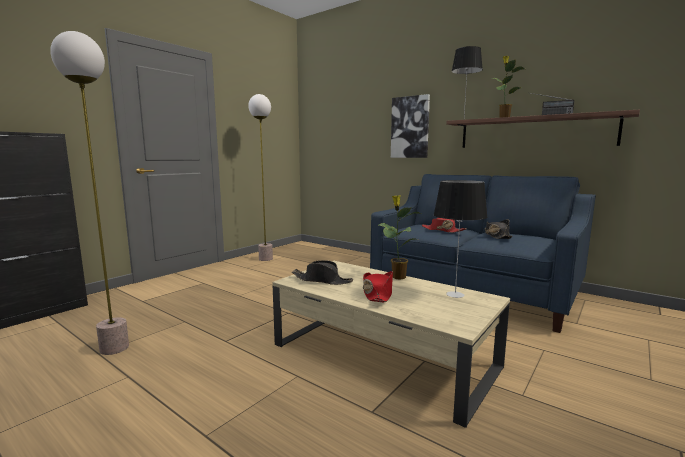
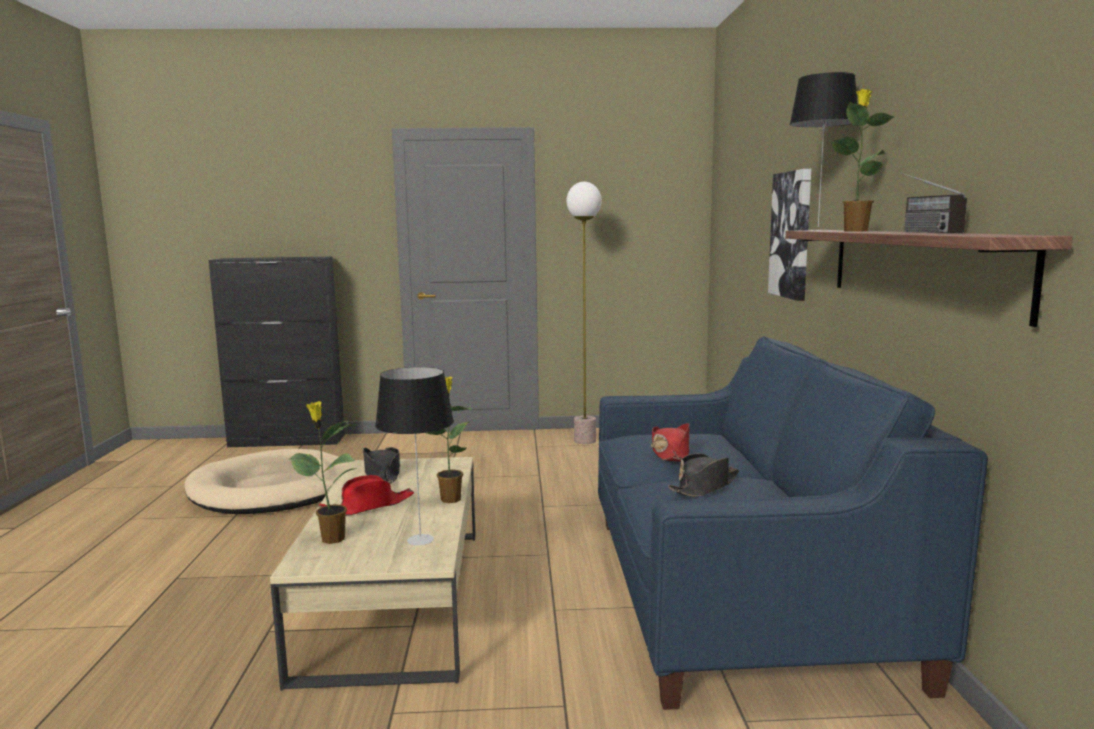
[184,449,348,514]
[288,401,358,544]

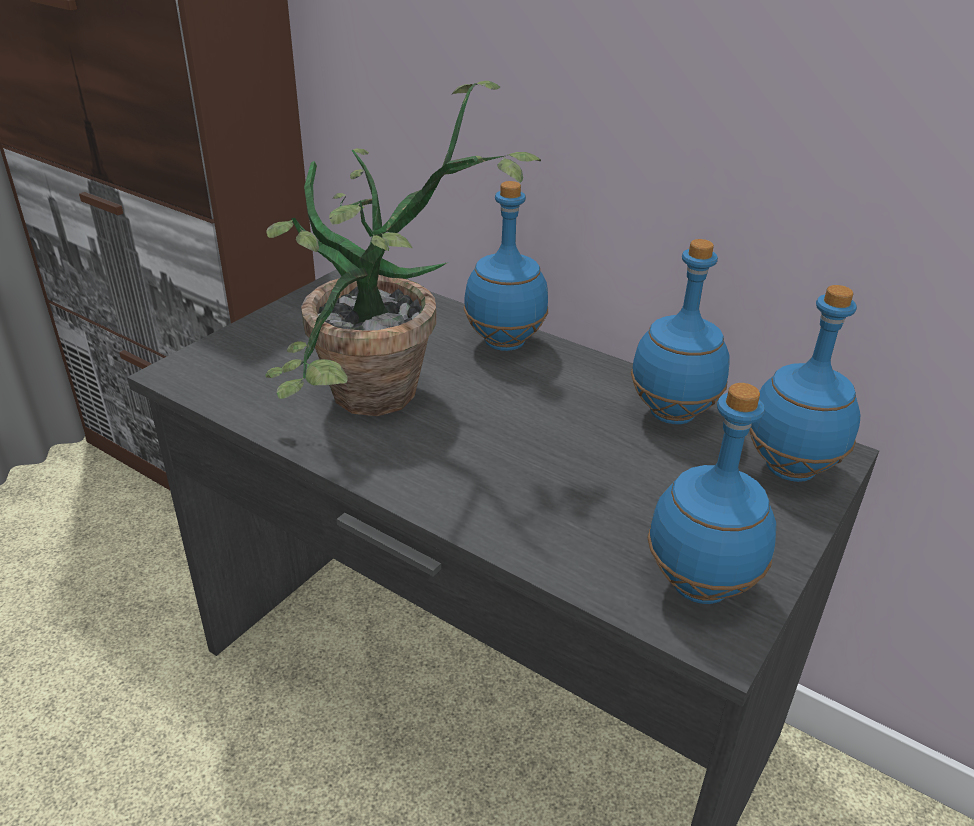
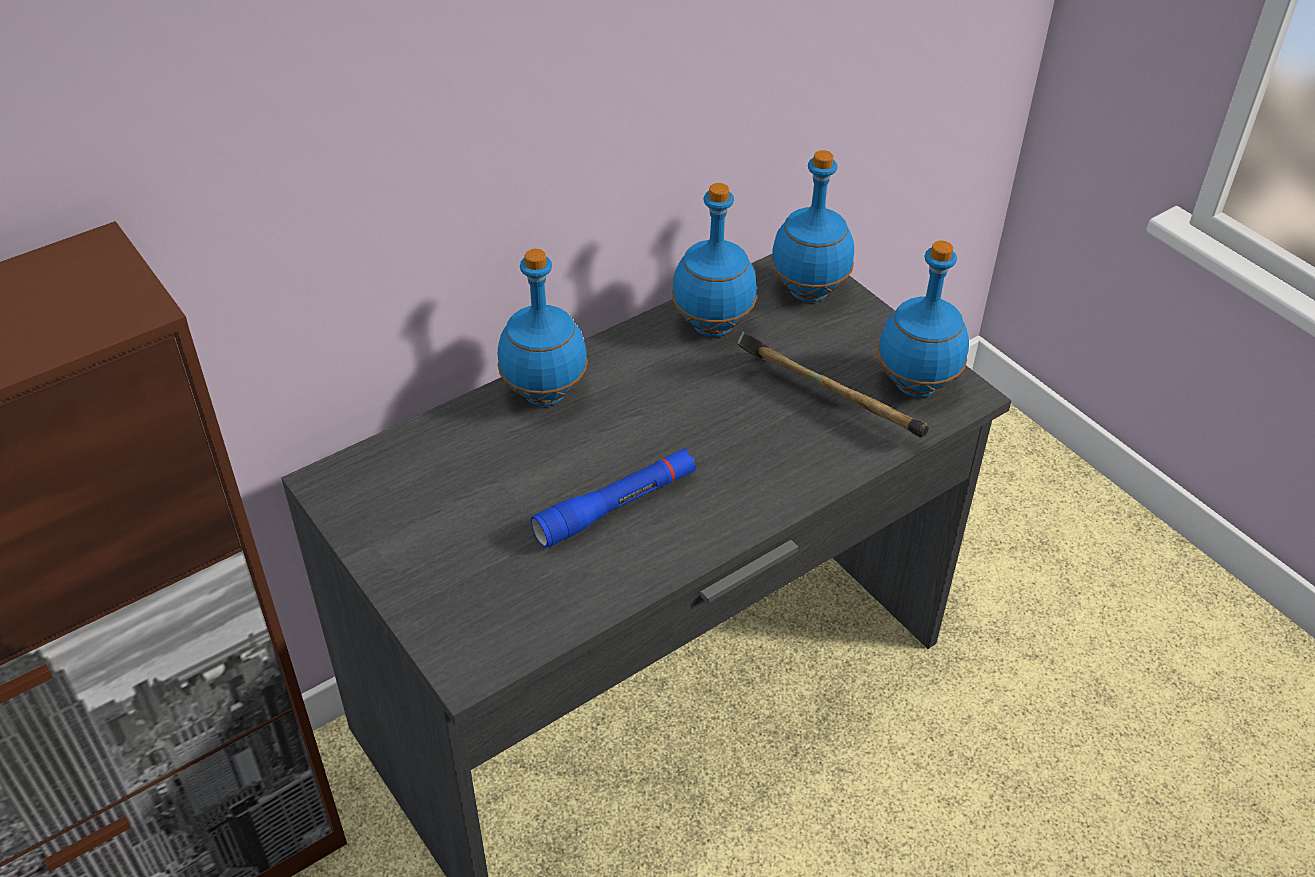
[530,449,696,548]
[737,331,929,437]

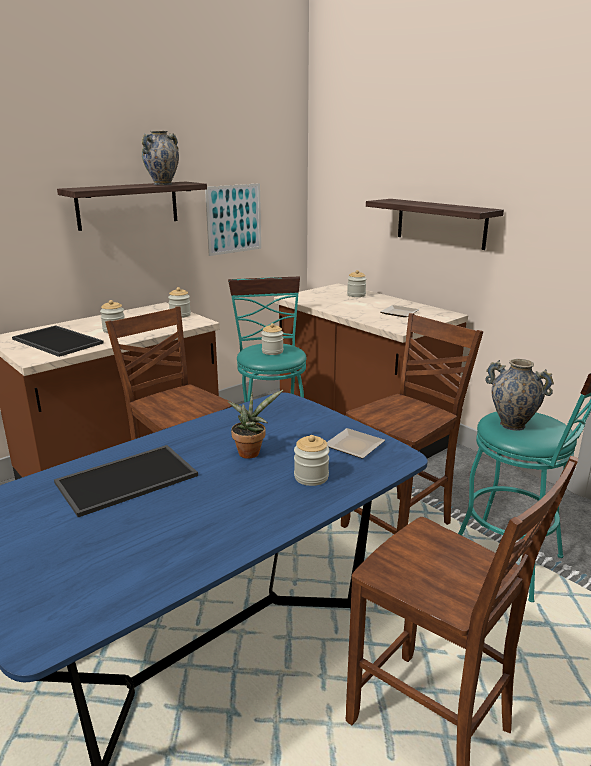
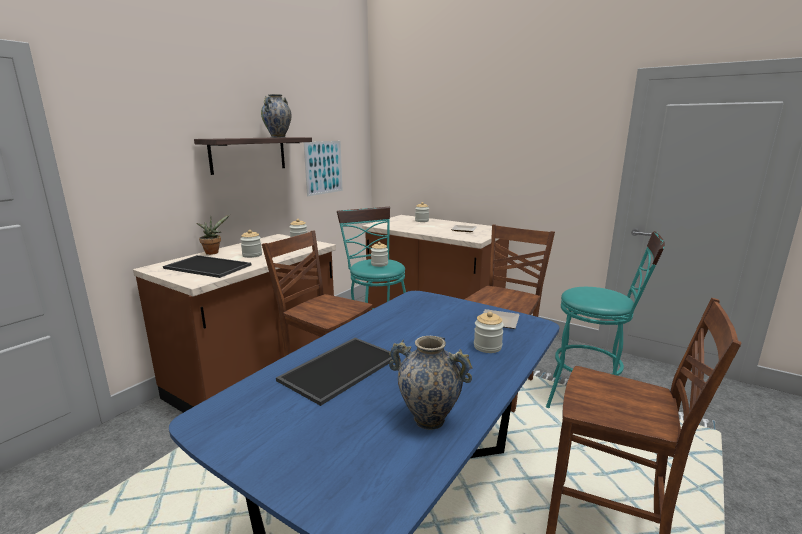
[196,215,230,255]
[366,199,504,250] (first image)
[389,336,473,430]

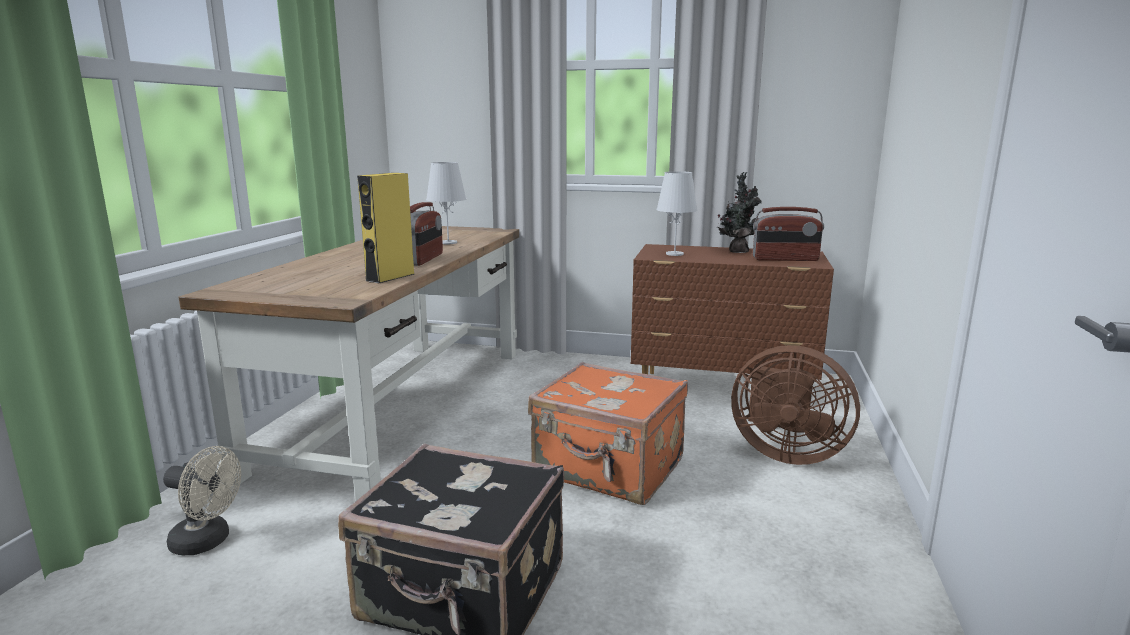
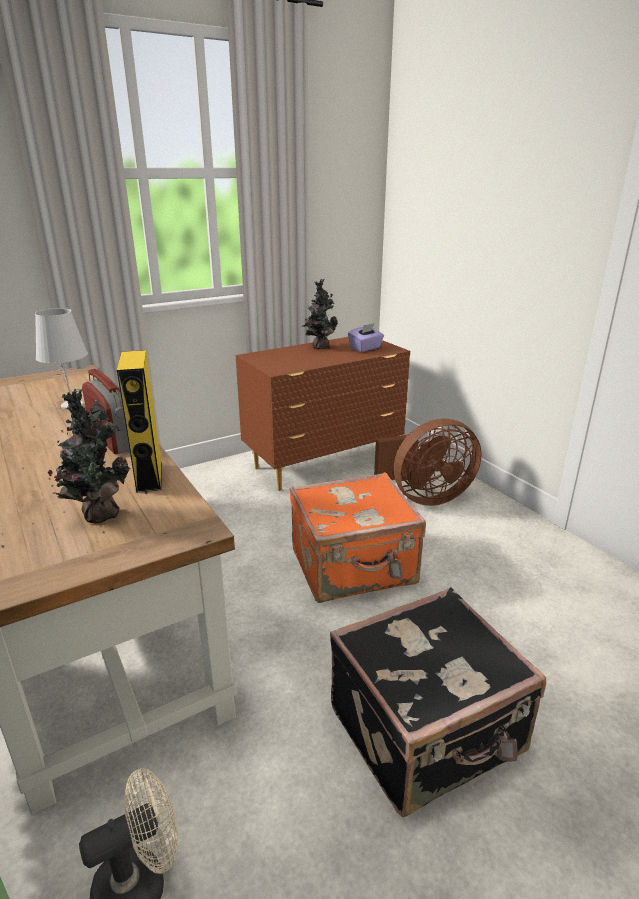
[656,171,697,256] (first image)
[348,323,384,352]
[48,388,130,524]

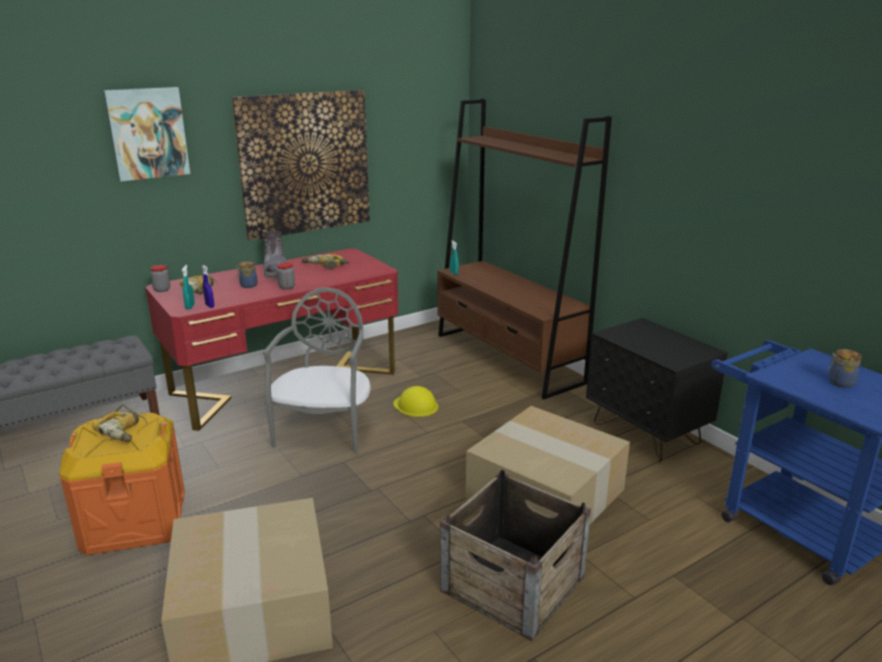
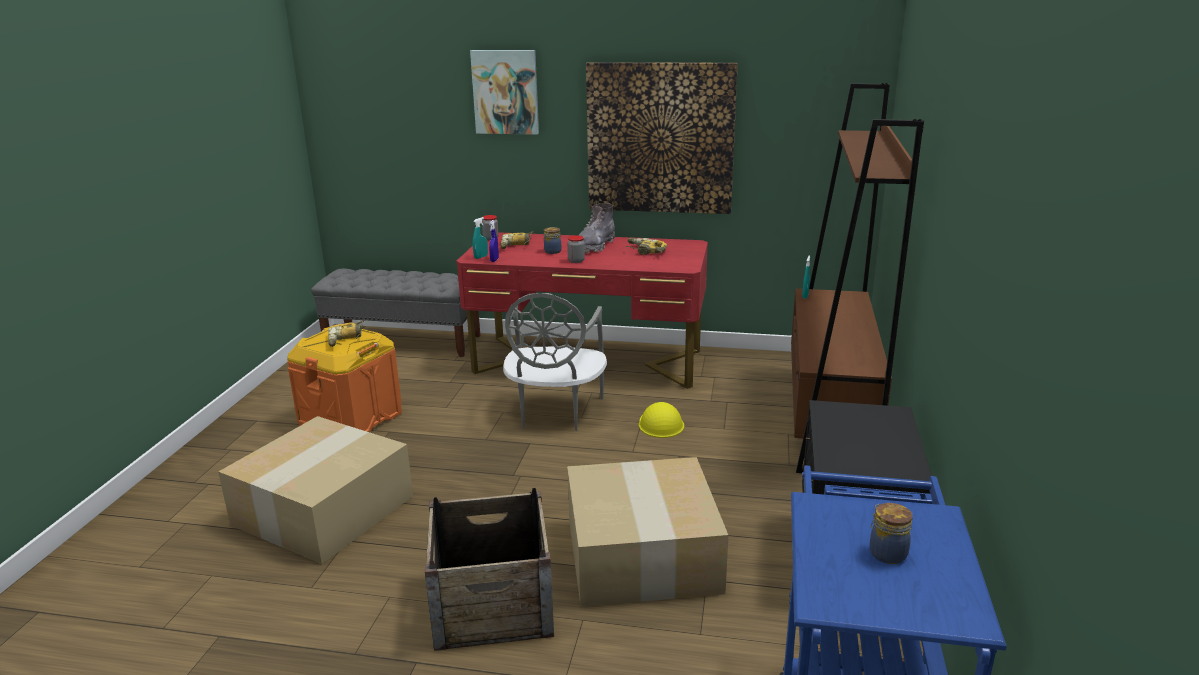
[503,293,607,431]

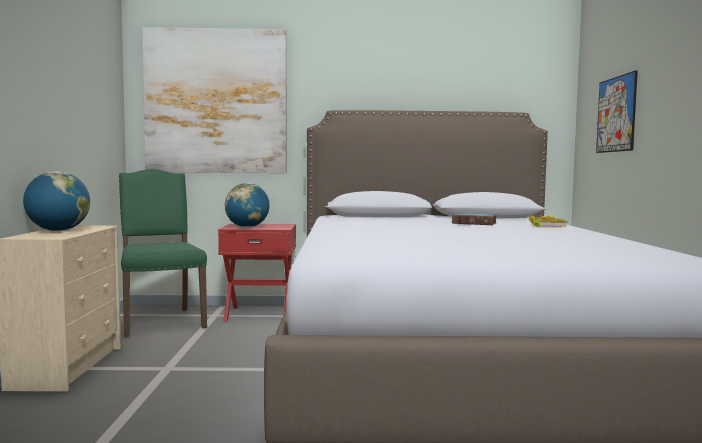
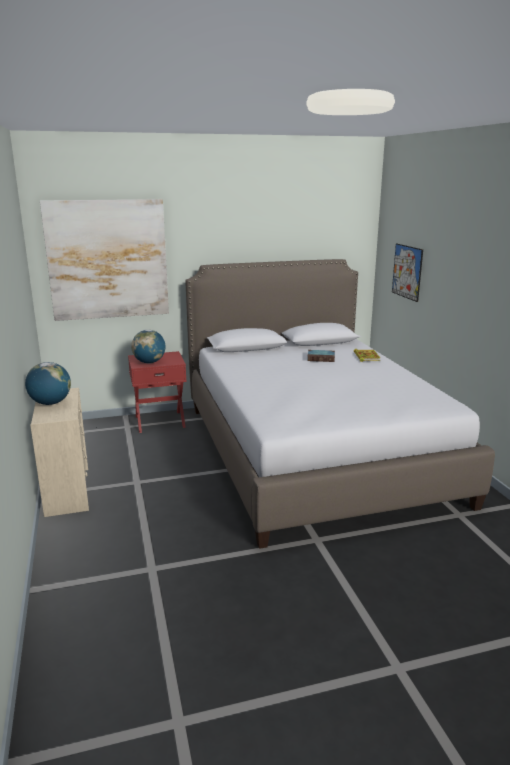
[119,169,207,337] (first image)

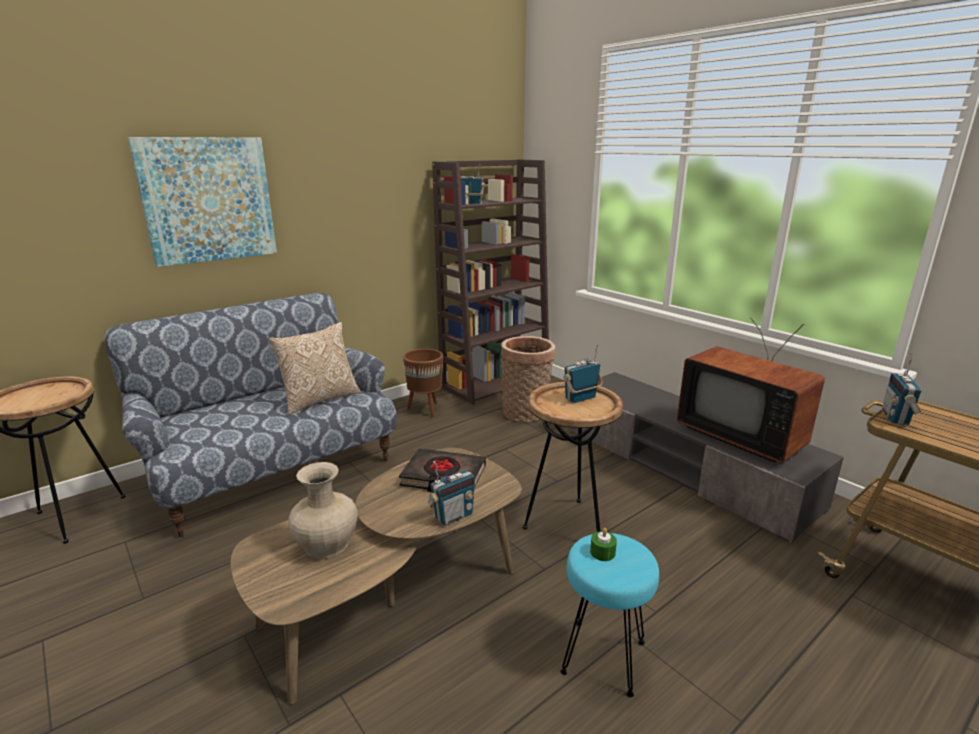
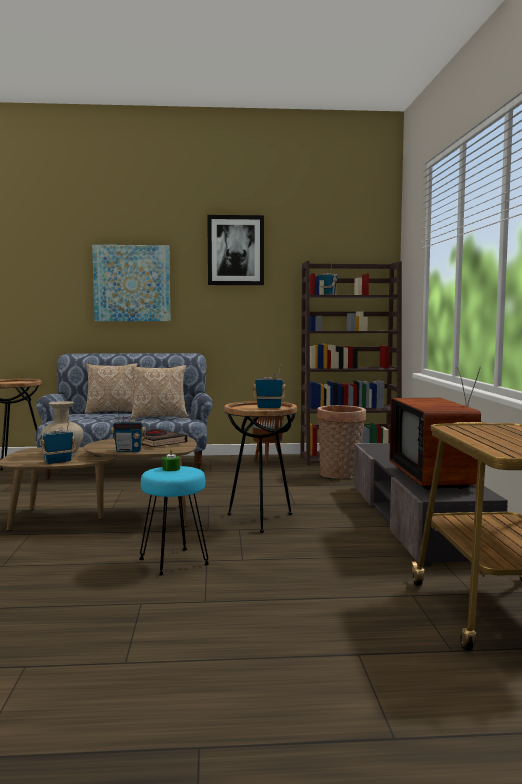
[39,416,76,464]
[84,363,137,414]
[207,215,264,285]

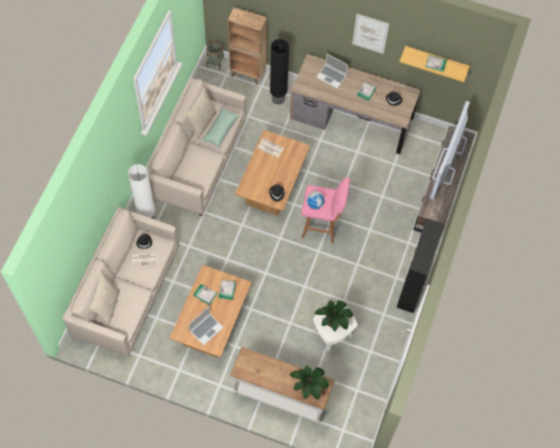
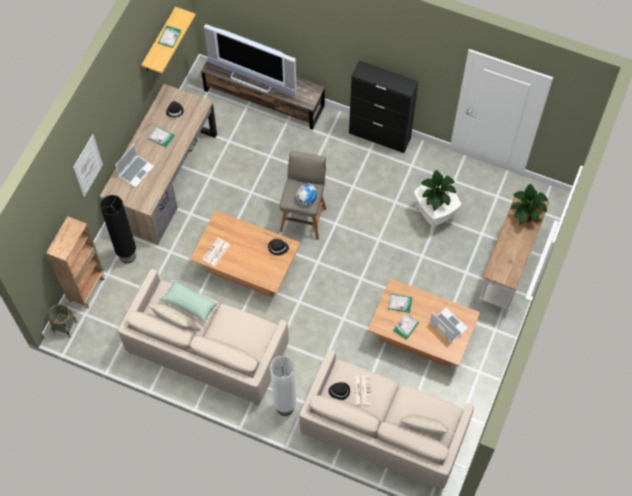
[280,151,326,240]
[73,134,103,197]

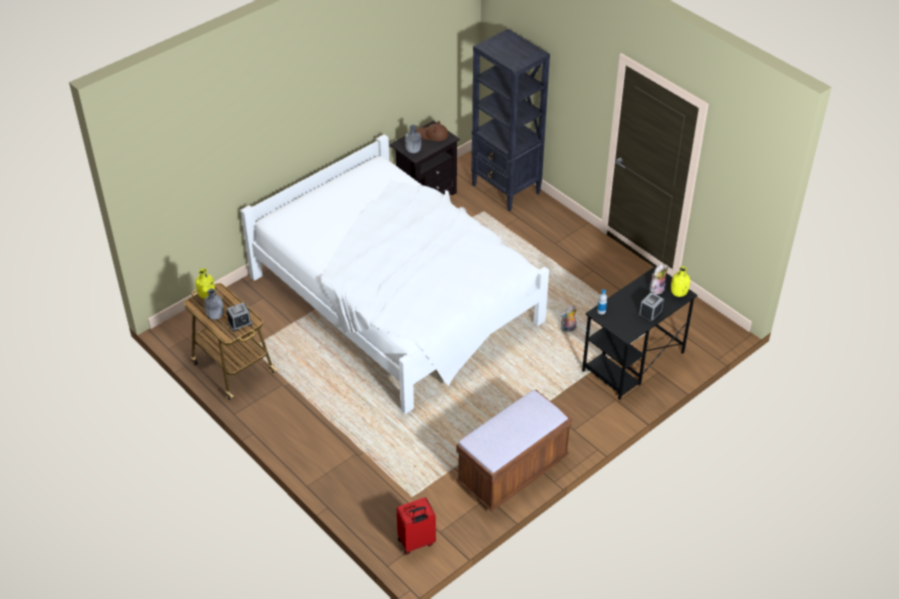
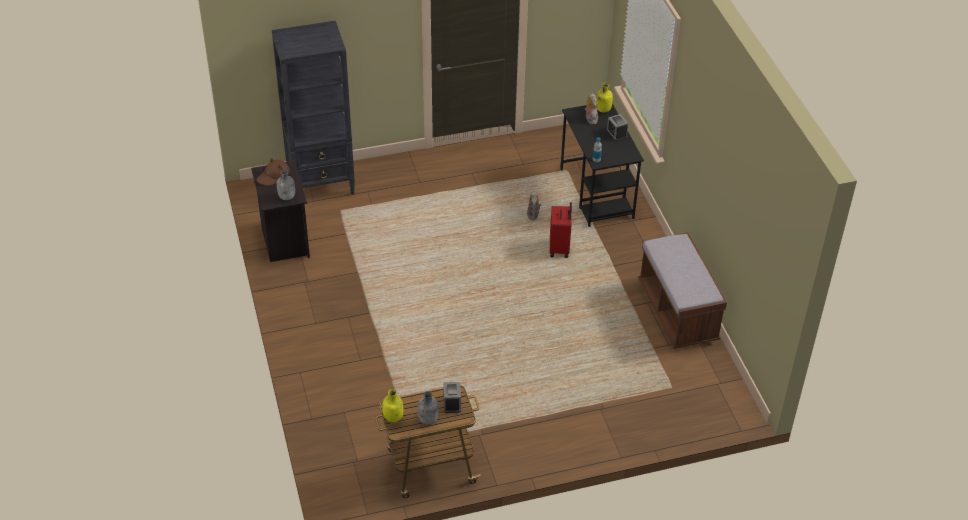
[241,134,549,414] (first image)
[550,202,572,258]

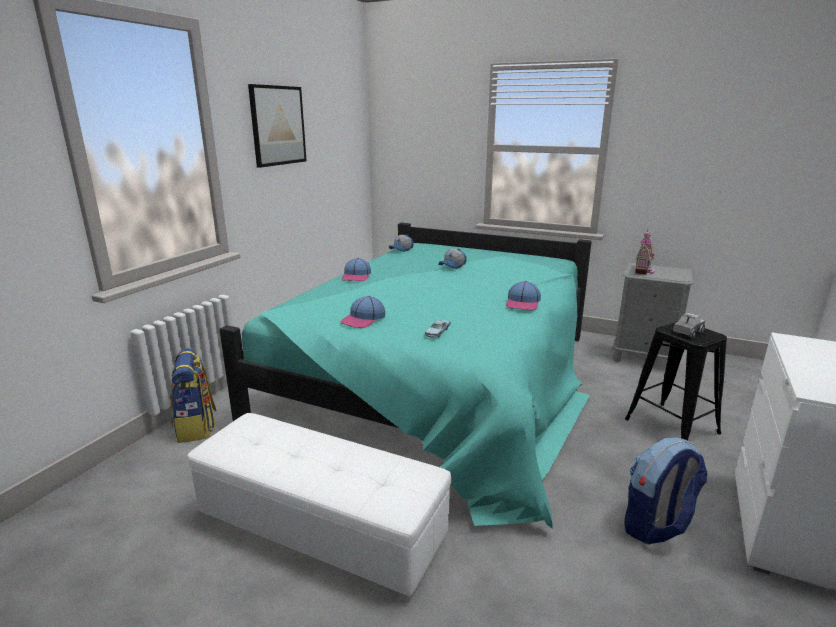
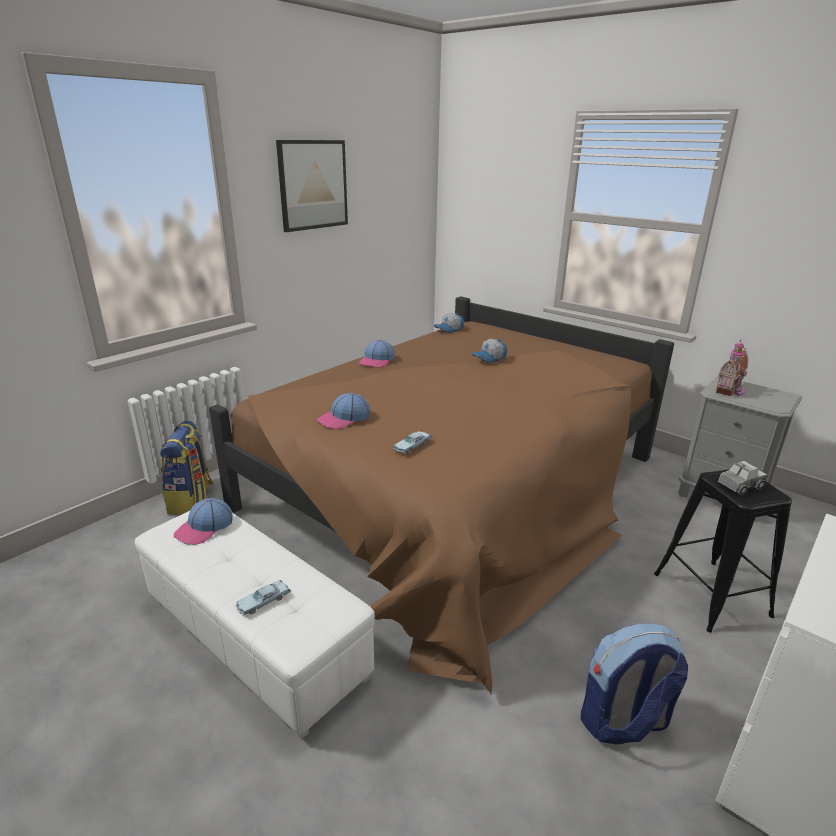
[209,297,674,694]
[173,498,233,545]
[235,580,291,616]

